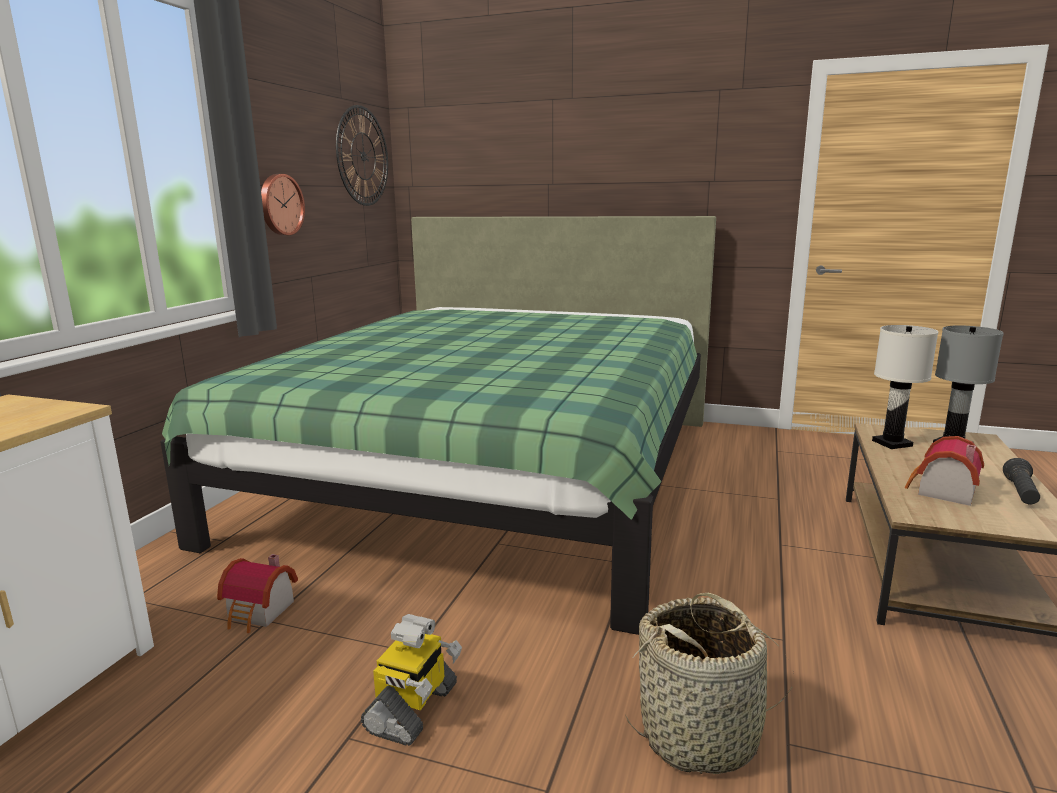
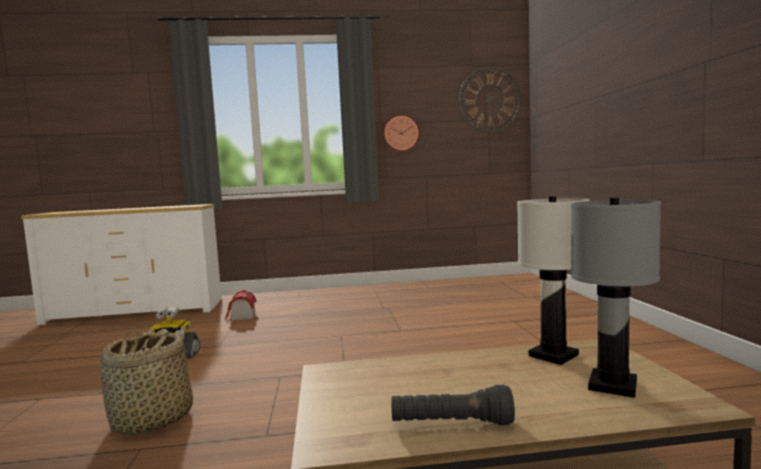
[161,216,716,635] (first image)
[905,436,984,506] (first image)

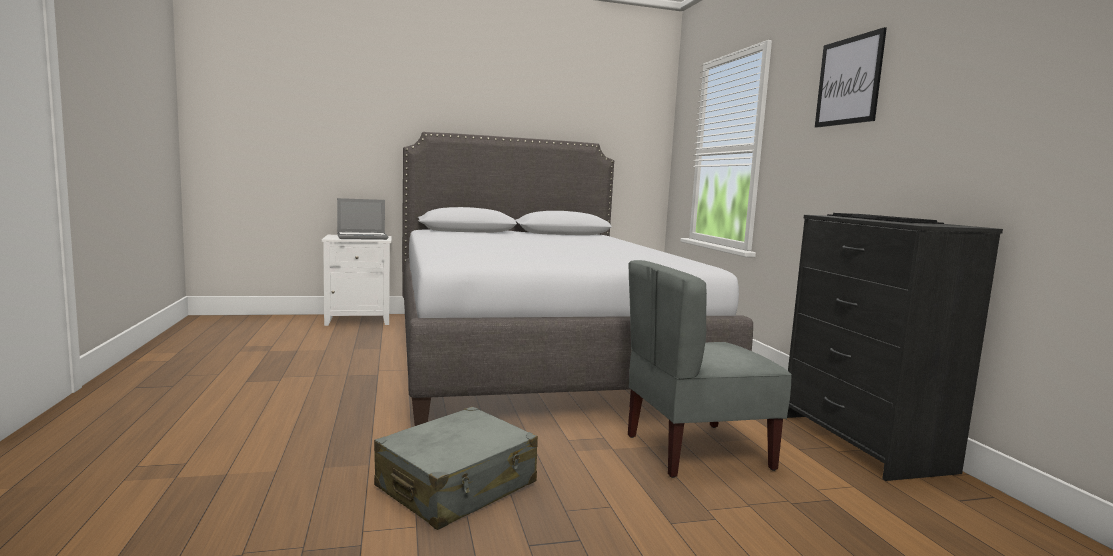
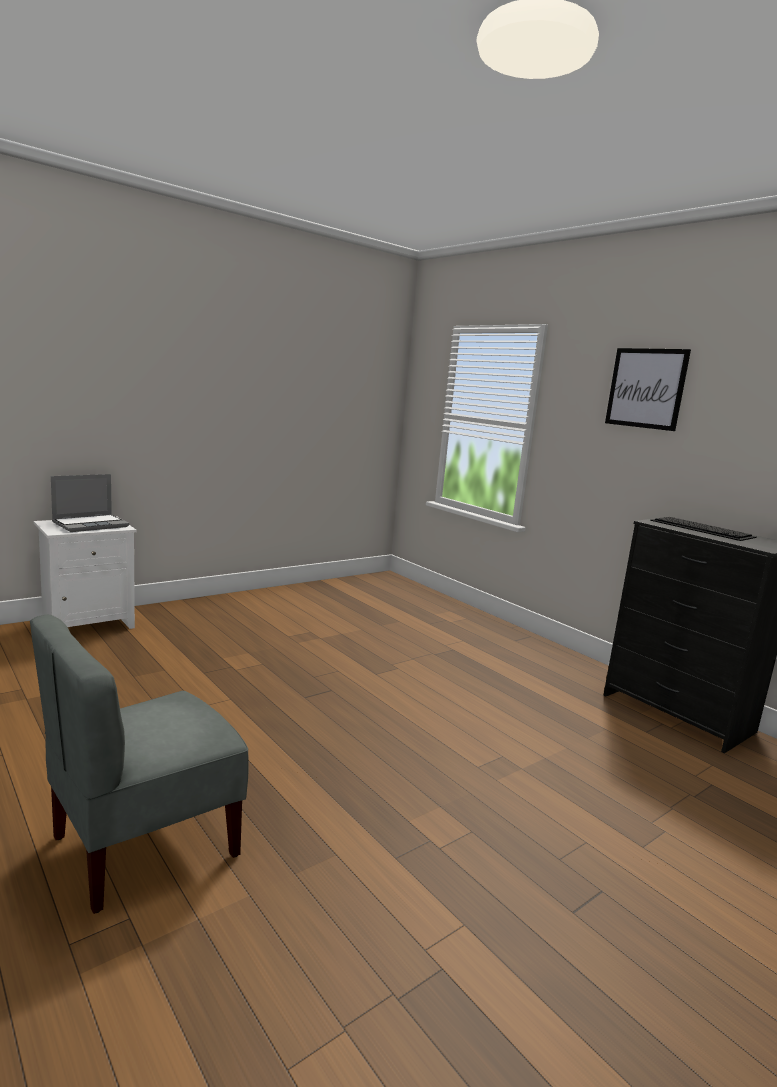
[374,407,538,530] (first image)
[402,132,753,426] (first image)
[30,615,249,914]

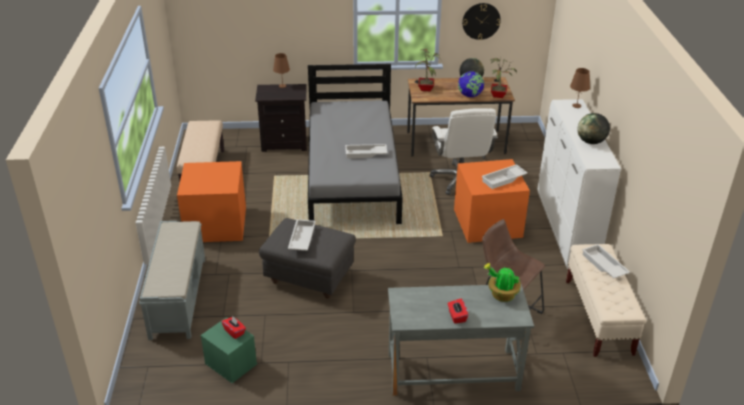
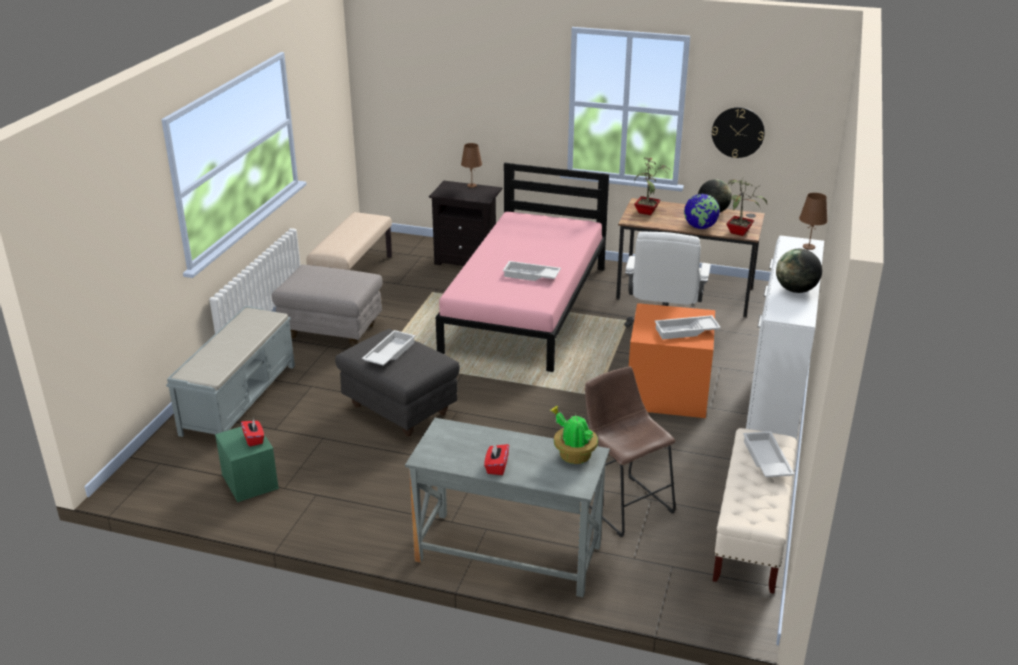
[272,265,383,346]
[436,163,609,372]

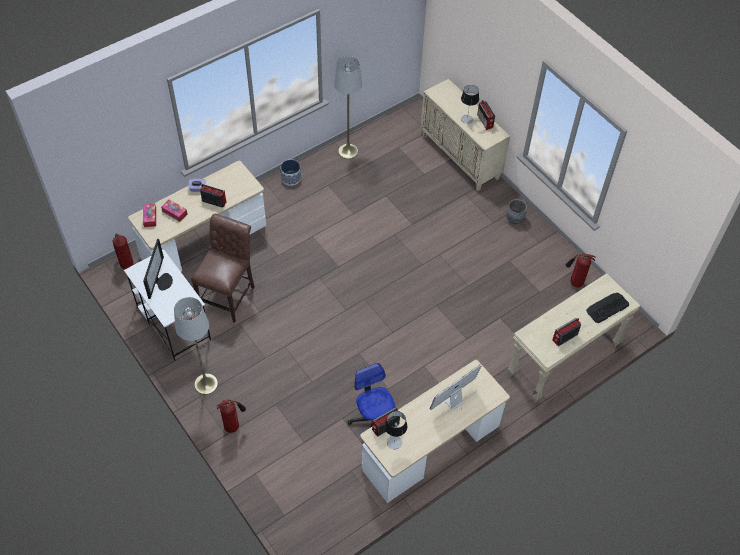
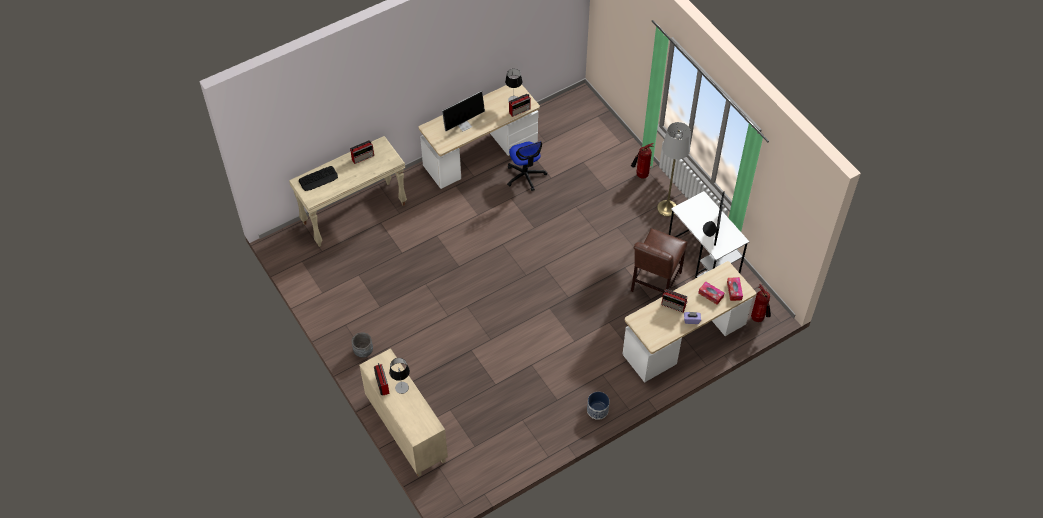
[334,56,362,159] (first image)
[566,254,596,288] (first image)

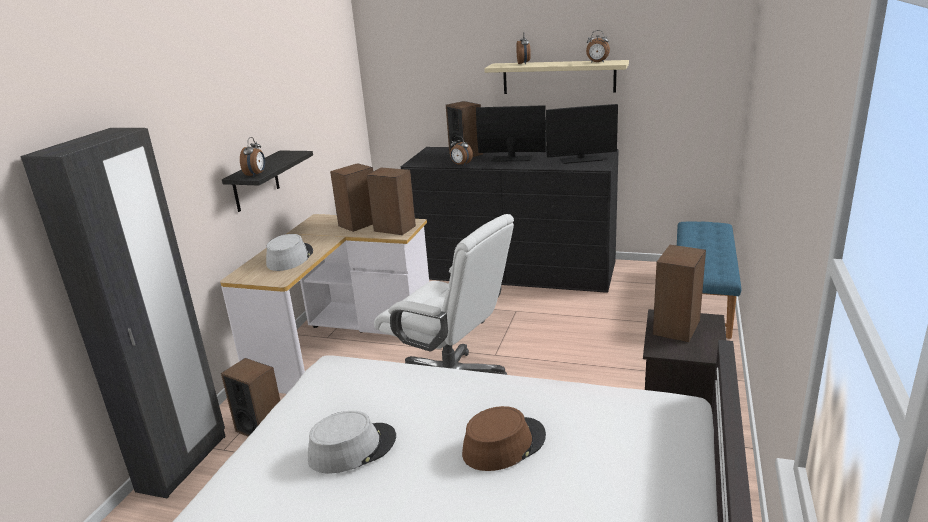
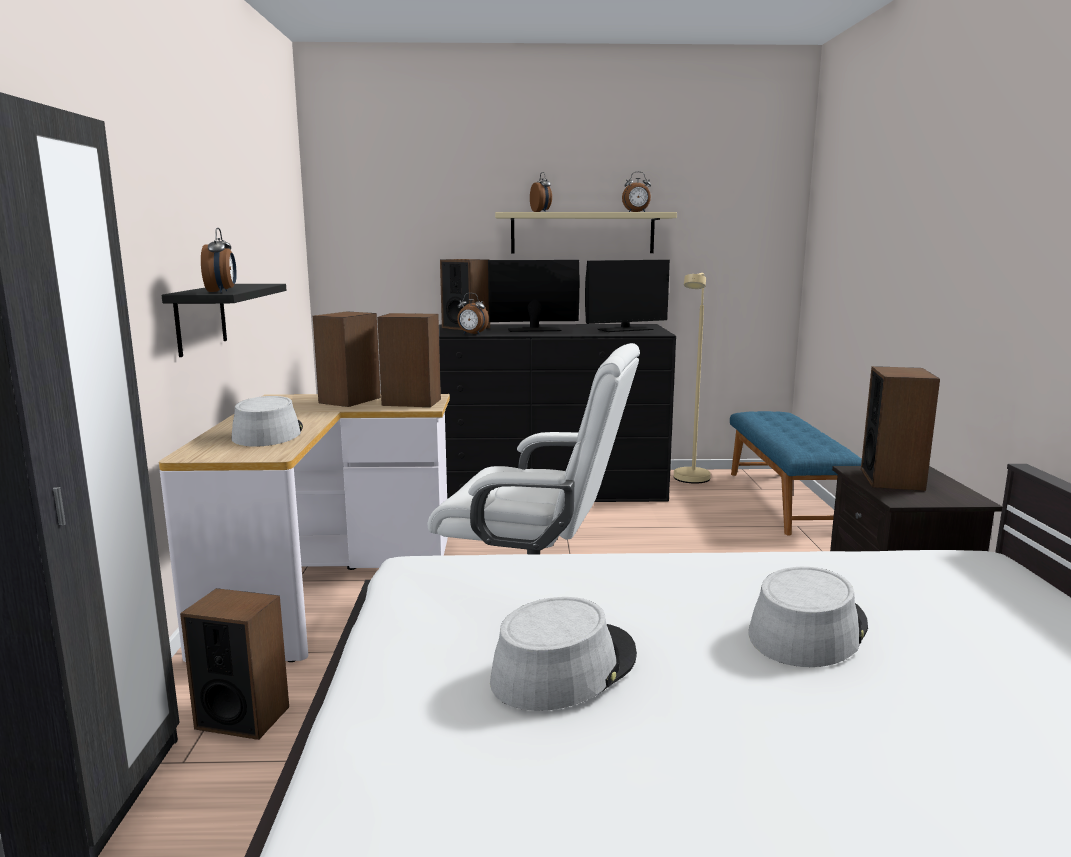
[749,567,868,667]
[674,273,711,484]

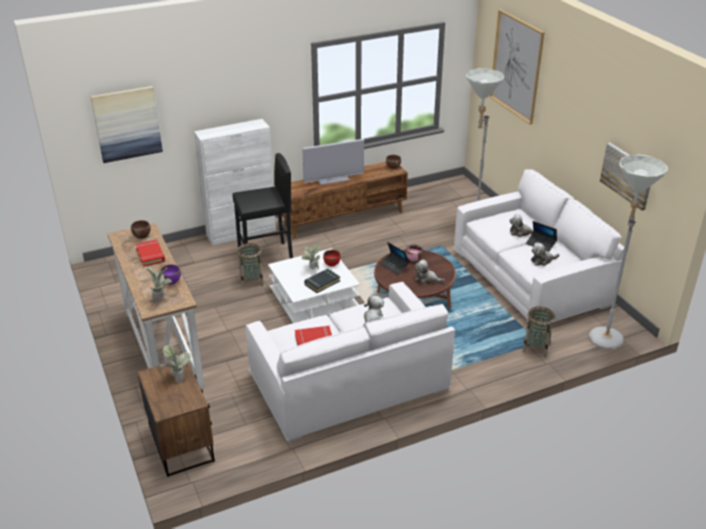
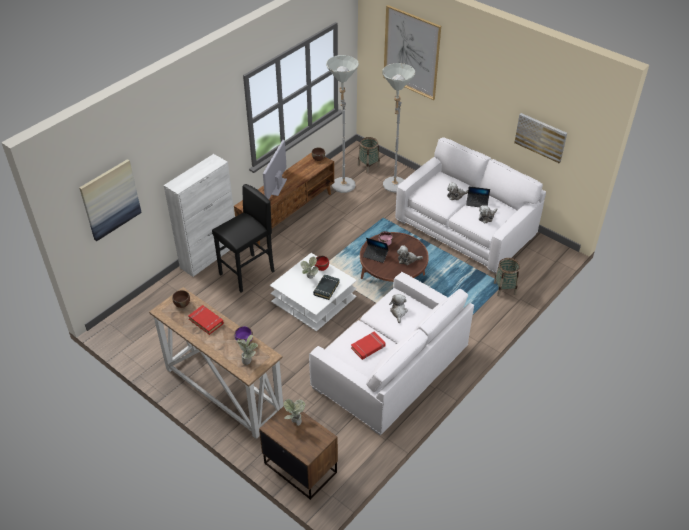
[358,137,380,173]
[263,140,287,200]
[326,55,359,193]

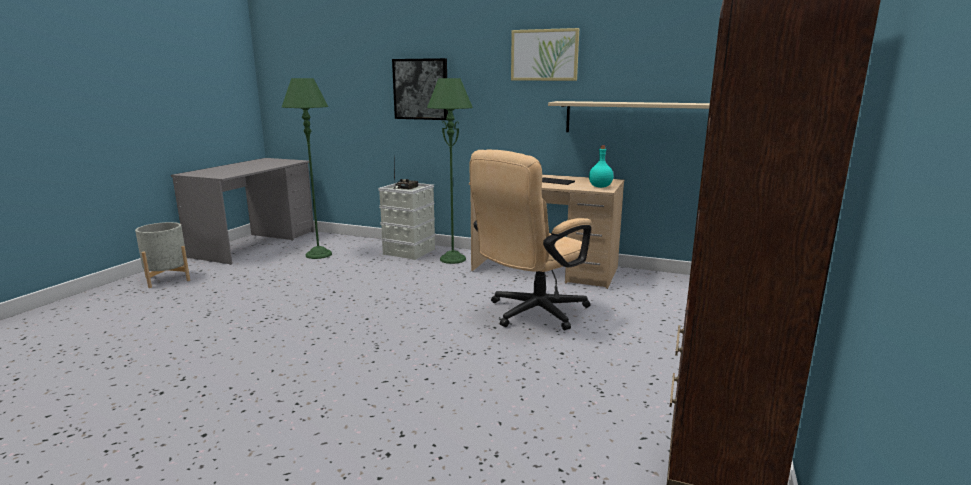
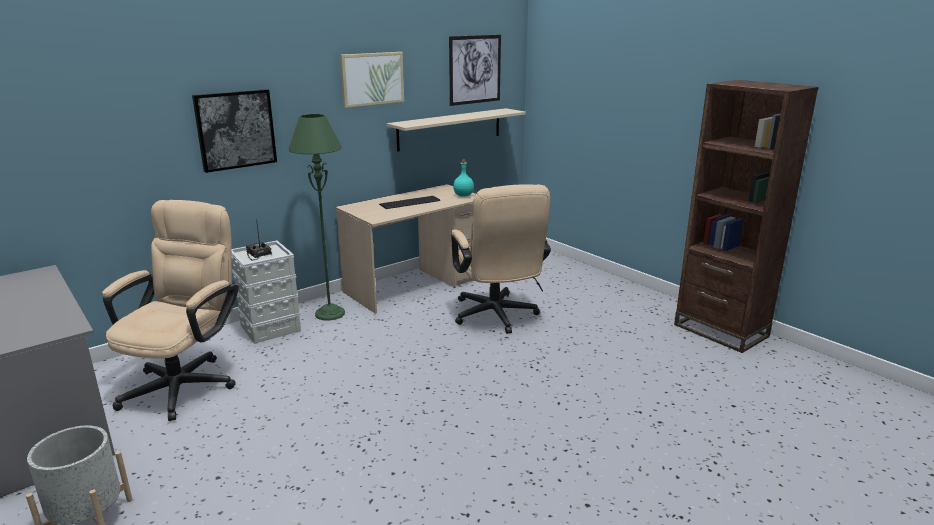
[102,200,239,421]
[449,35,501,106]

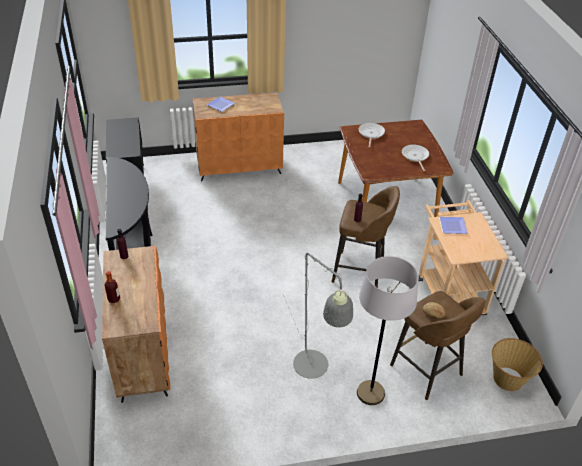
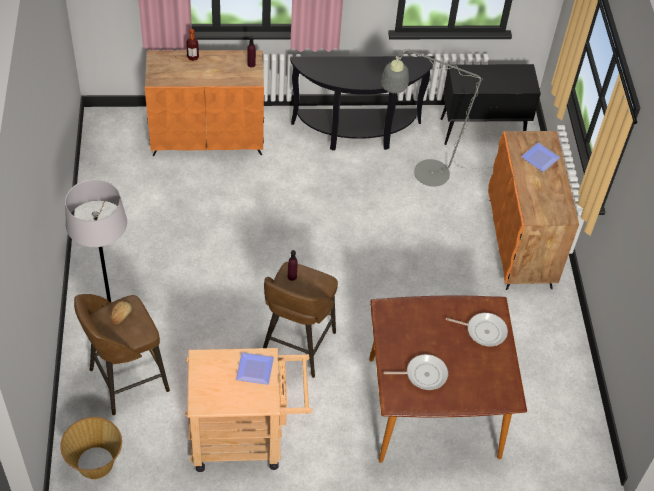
[381,49,493,187]

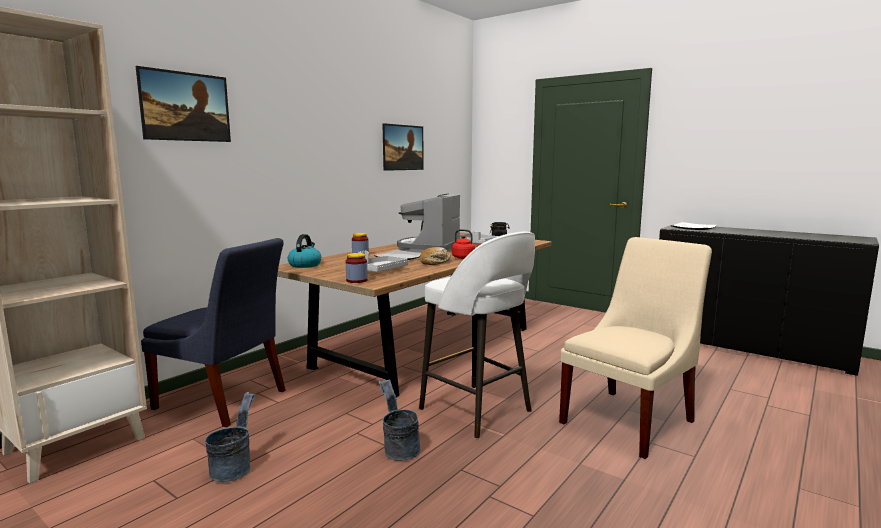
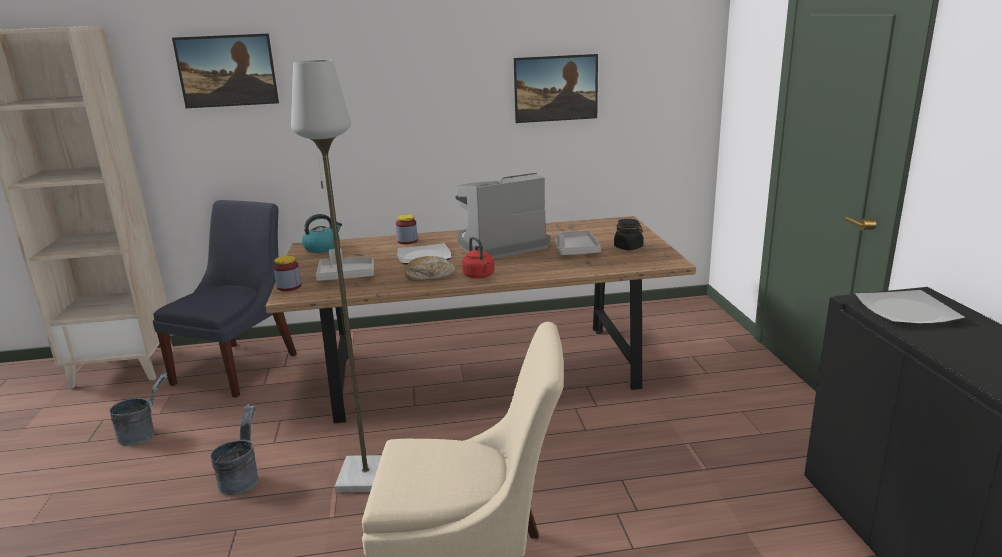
[153,200,297,398]
[291,60,382,492]

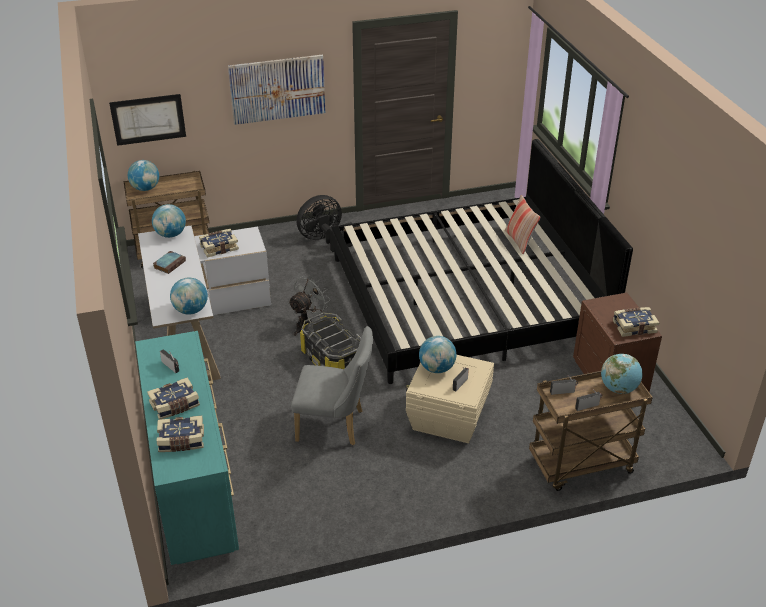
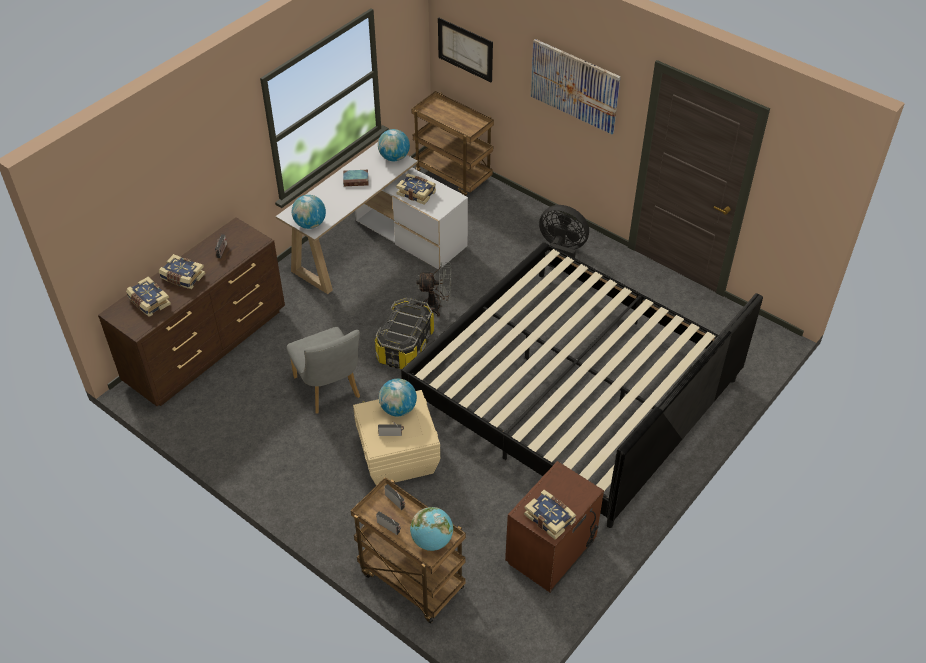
[128,160,159,191] (first image)
[98,217,285,406]
[505,195,540,254] (first image)

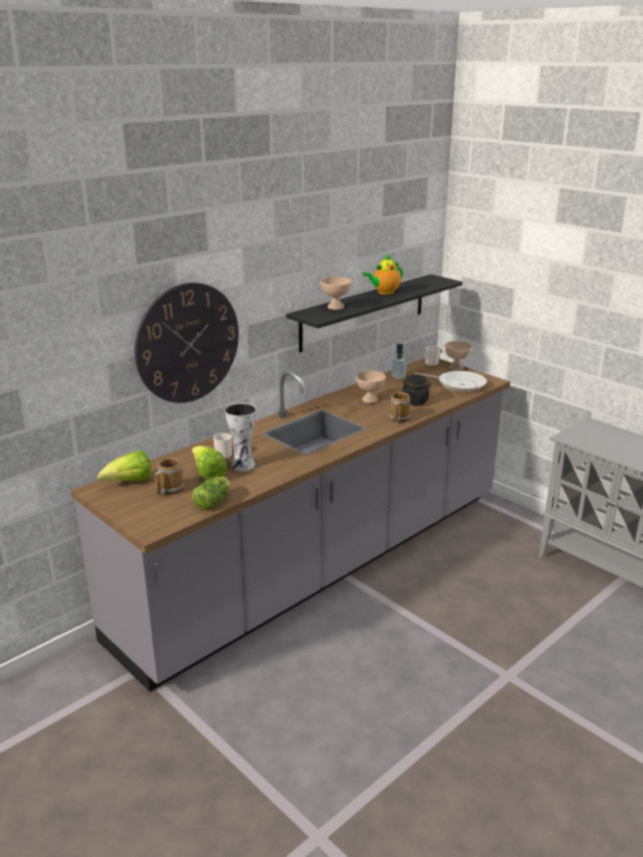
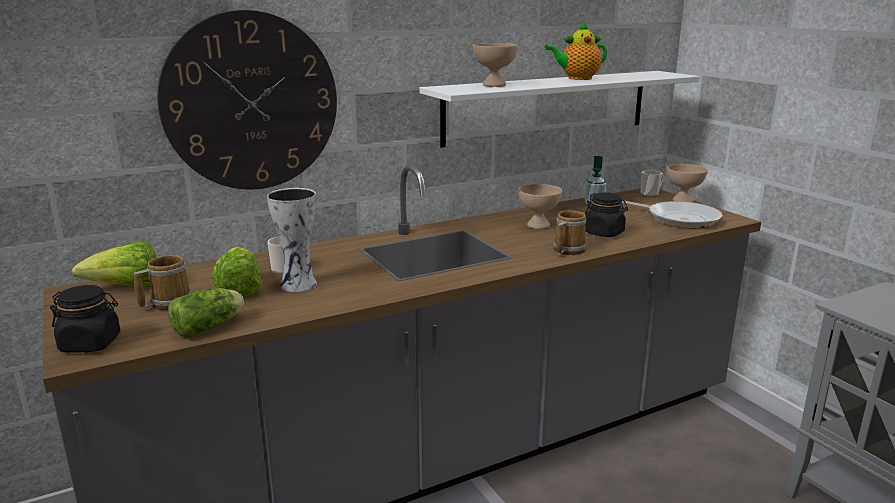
[419,71,699,148]
[50,285,120,352]

